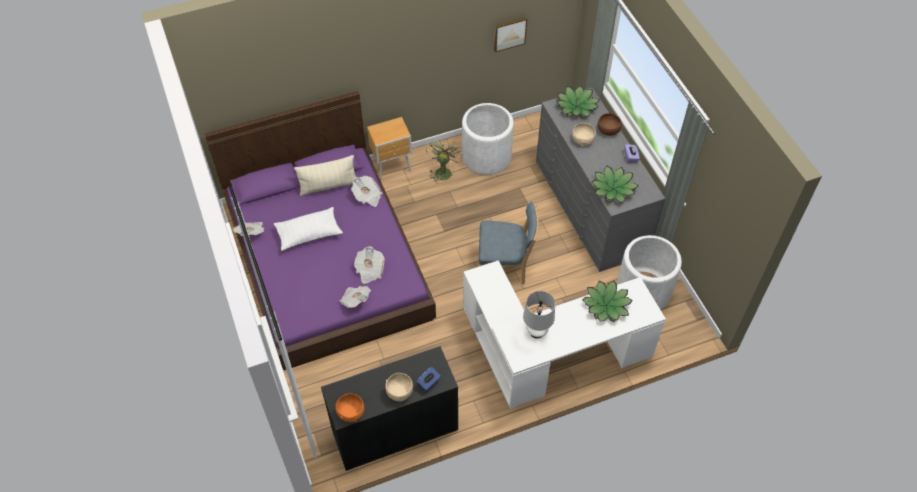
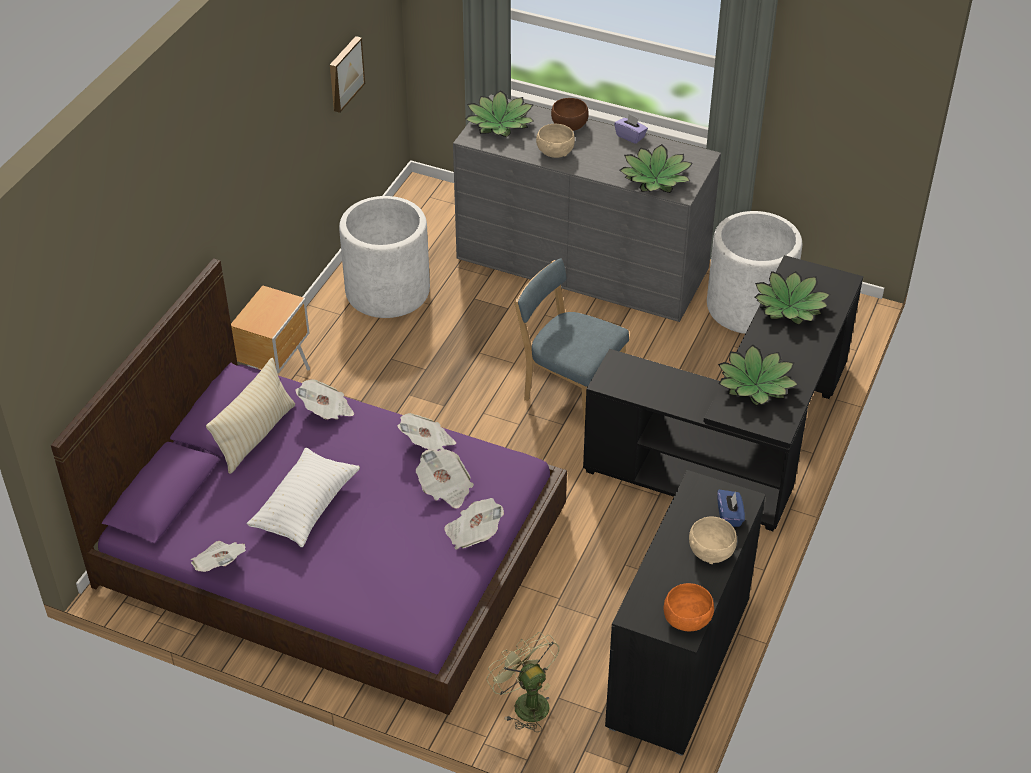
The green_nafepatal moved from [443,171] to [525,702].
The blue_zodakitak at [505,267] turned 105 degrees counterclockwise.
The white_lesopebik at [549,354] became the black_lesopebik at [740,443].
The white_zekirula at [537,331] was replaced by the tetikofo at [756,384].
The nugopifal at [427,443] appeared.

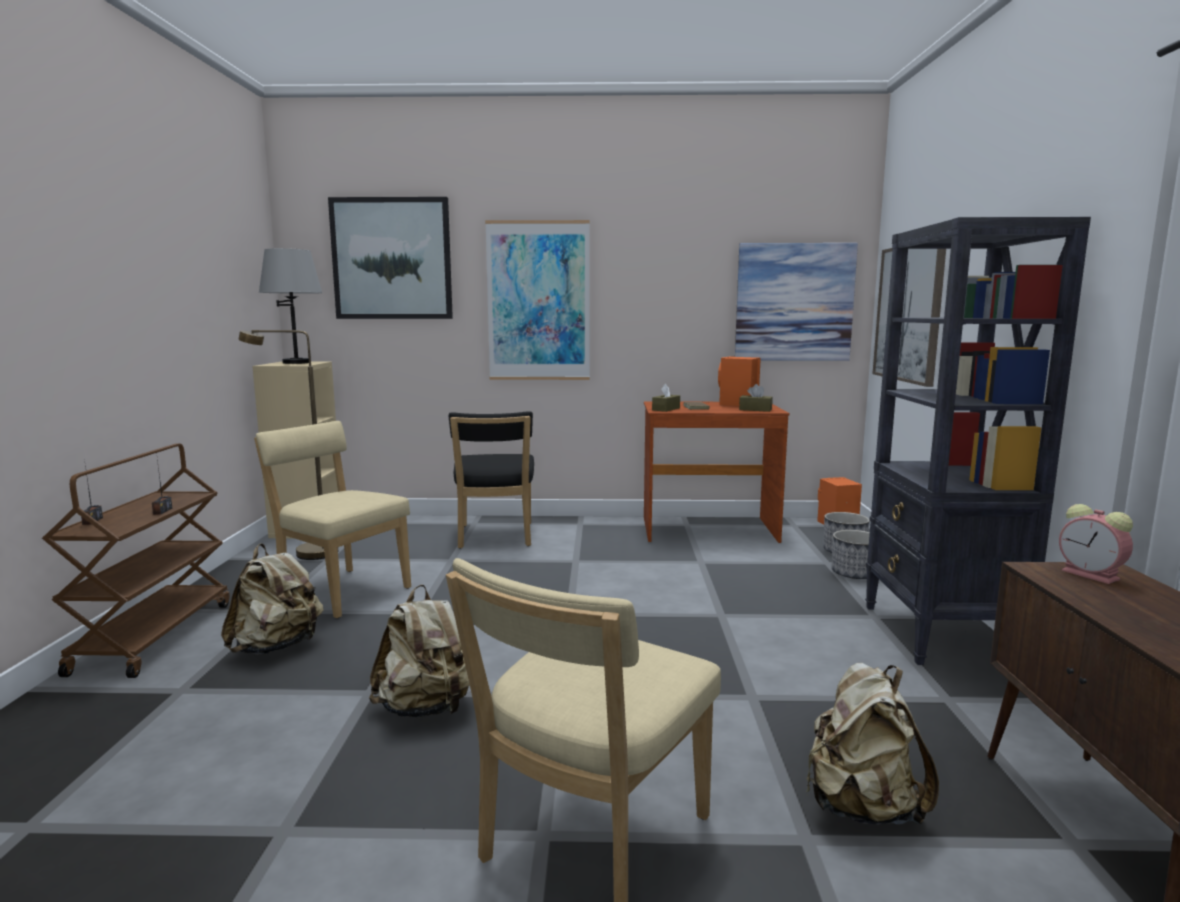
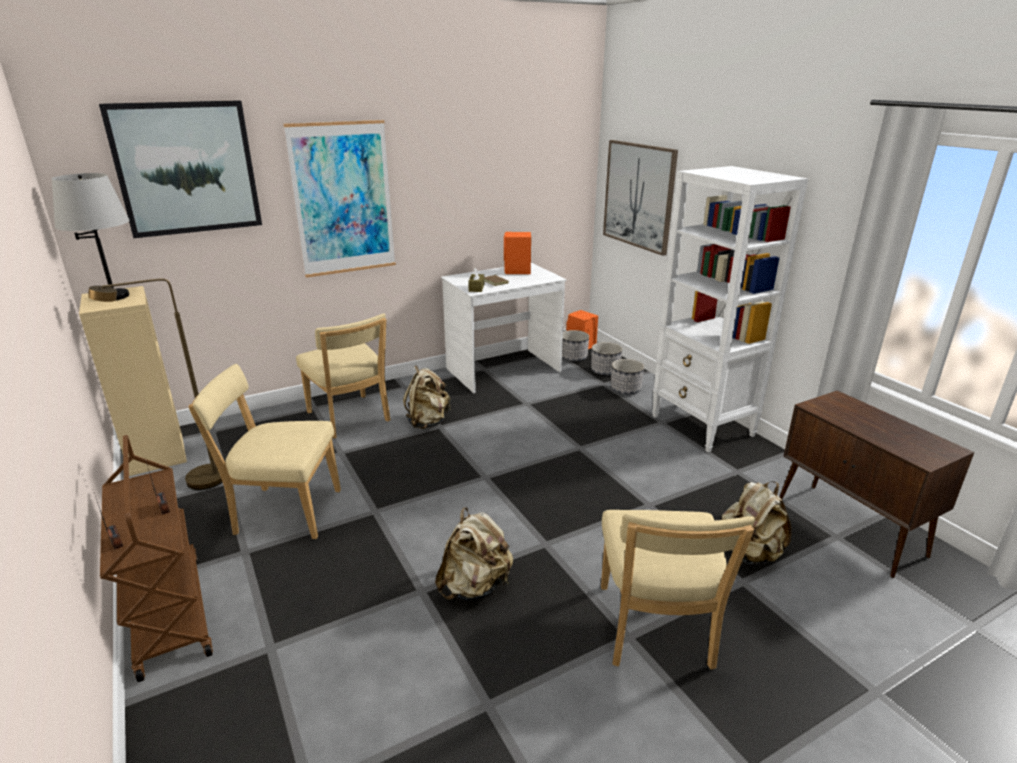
The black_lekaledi at [939,634] became the white_lekaledi at [702,426].
The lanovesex at [794,302] disappeared.
The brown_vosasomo at [755,409] disappeared.
The brown_lesopebik at [708,530] became the white_lesopebik at [503,370].
The black_zodakitak at [495,537] became the beige_zodakitak at [350,419].
The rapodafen at [1093,575] disappeared.
The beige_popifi moved from [277,647] to [428,422].
The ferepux at [573,357] appeared.

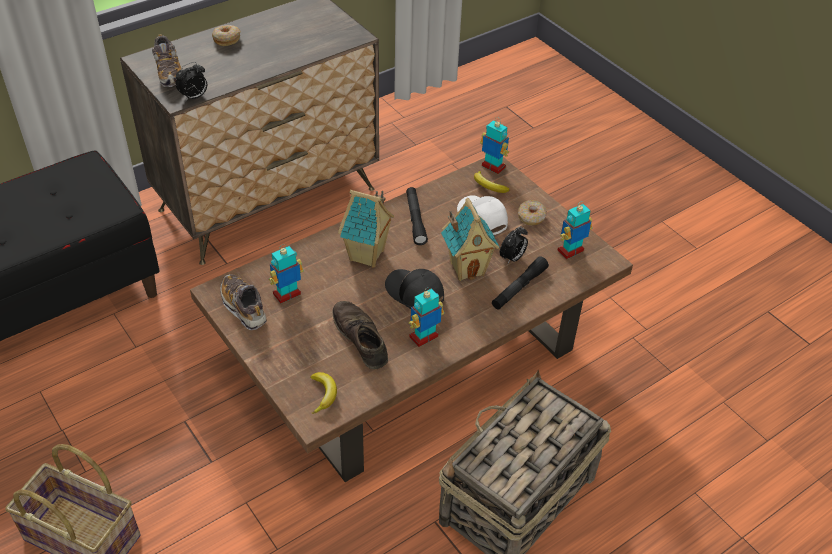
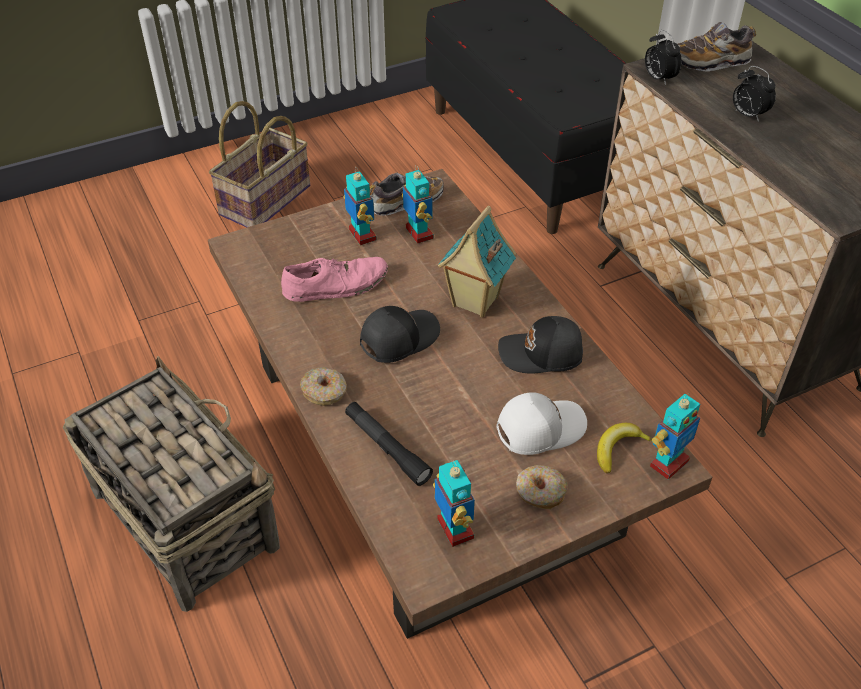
The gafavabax moved from [226,39] to [325,391].
The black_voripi at [415,220] was replaced by the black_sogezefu at [541,355].
The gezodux at [467,268] disappeared.
The rapodafen moved from [512,258] to [747,115].
The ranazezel moved from [424,337] to [362,235].
The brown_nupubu at [360,338] became the pink_nupubu at [336,285].
The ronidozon at [323,394] disappeared.

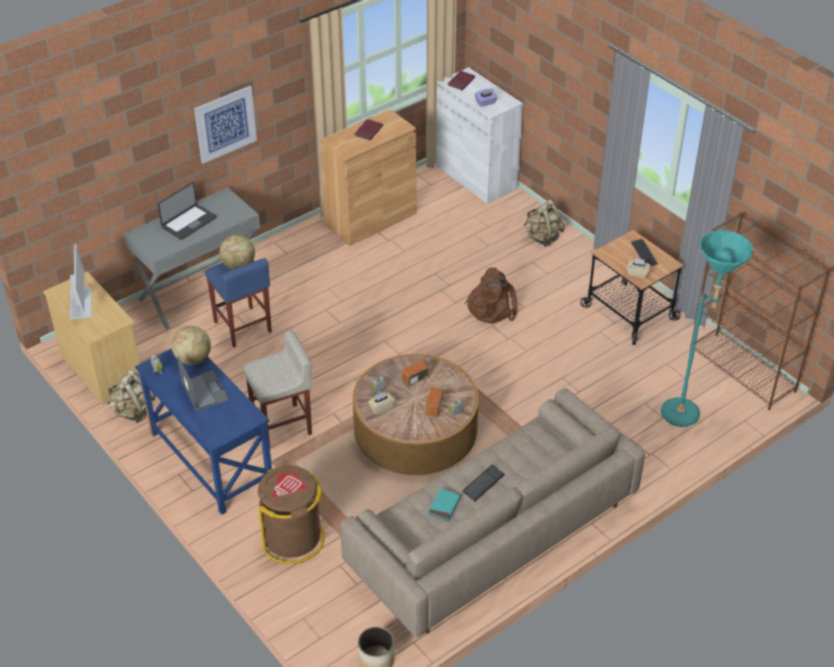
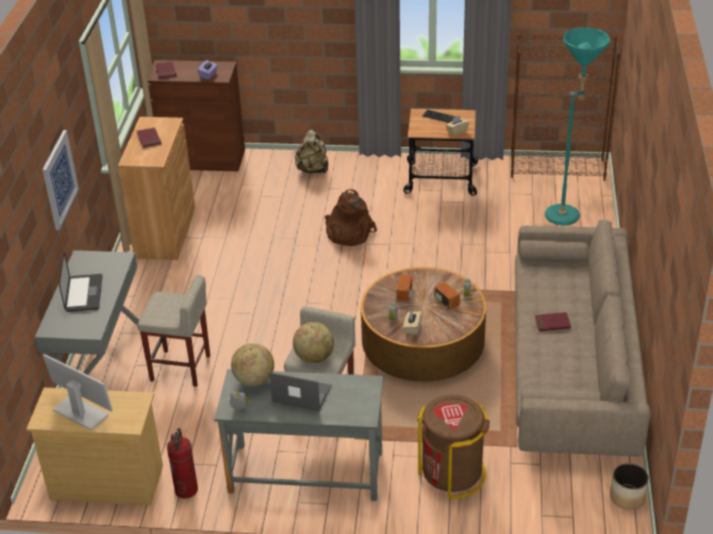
The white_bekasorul at [476,177] became the brown_bekasorul at [202,159].
The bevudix moved from [239,265] to [314,357].
The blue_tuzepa at [243,327] became the beige_tuzepa at [181,368].
The blue_lesopebik at [210,459] became the grey_lesopebik at [305,472].
The beige_popifi at [133,411] was replaced by the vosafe at [186,490].
The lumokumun at [483,484] was replaced by the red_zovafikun at [552,323].
The turquoise_zovafikun at [444,506] disappeared.

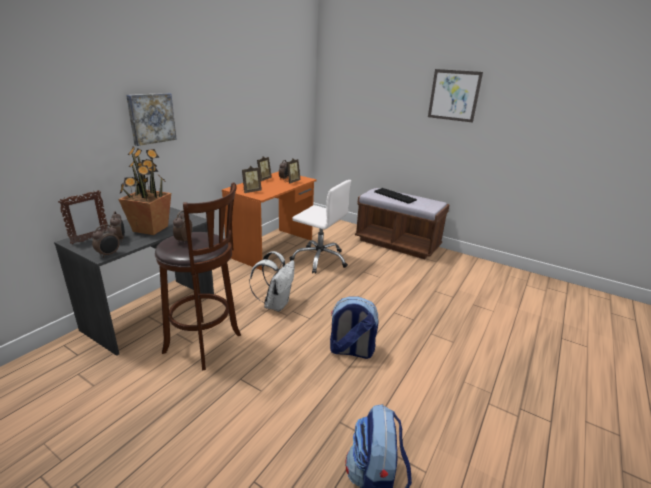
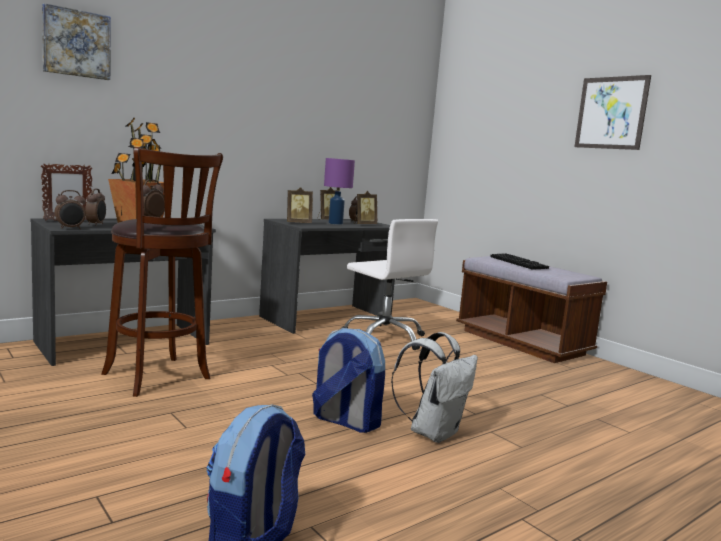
The lanovesex moved from [151,118] to [76,43].
The orange_lesopebik at [272,248] became the grey_lesopebik at [327,318].
The white_popifi moved from [276,304] to [433,432].
The purple_zekirula at [335,223] appeared.

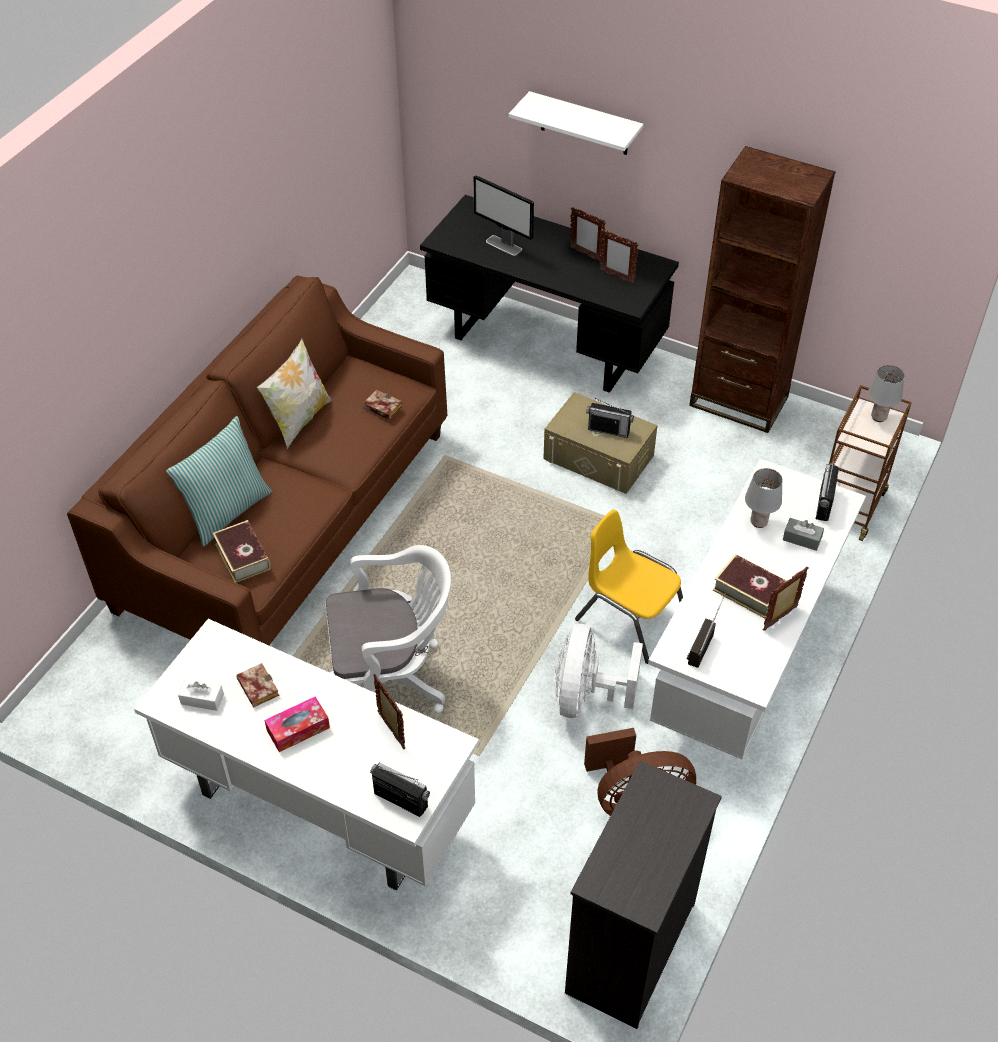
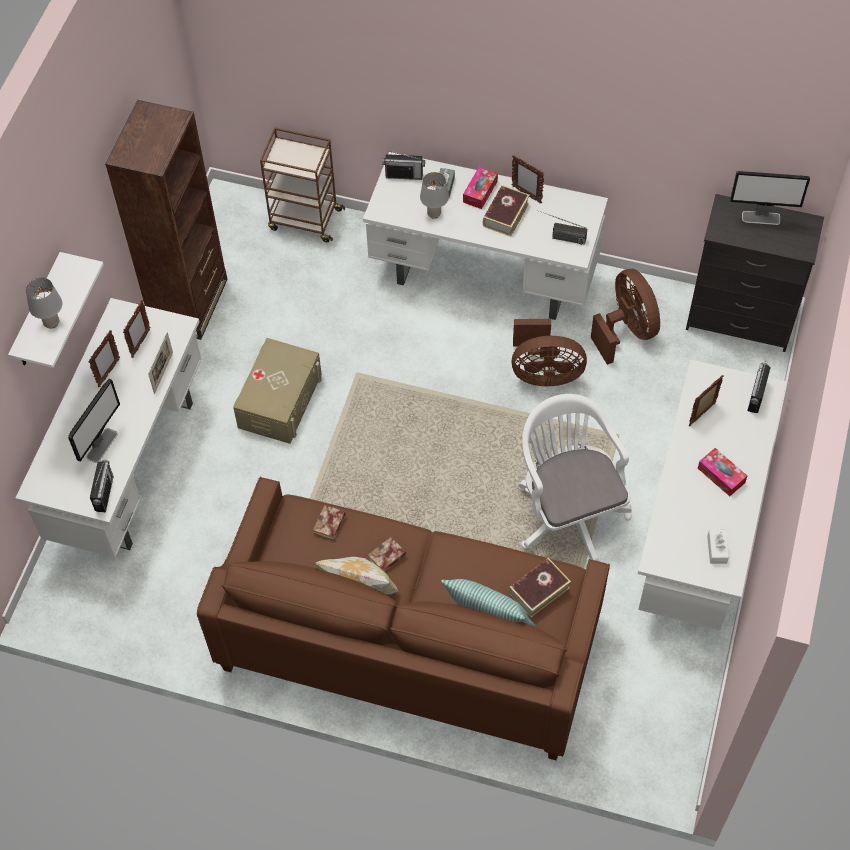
The black_lesopebik at [546,345] became the white_lesopebik at [130,466].
The grey_zekirula moved from [879,417] to [52,322].
The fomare moved from [609,430] to [104,494].
The yellow_zodakitak at [630,618] disappeared.
The white_nafepatal at [586,696] became the brown_nafepatal at [544,373].
The zovafikun moved from [256,687] to [386,558].
The vosasomo at [480,192] appeared.
The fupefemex at [761,218] appeared.
The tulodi at [163,373] appeared.

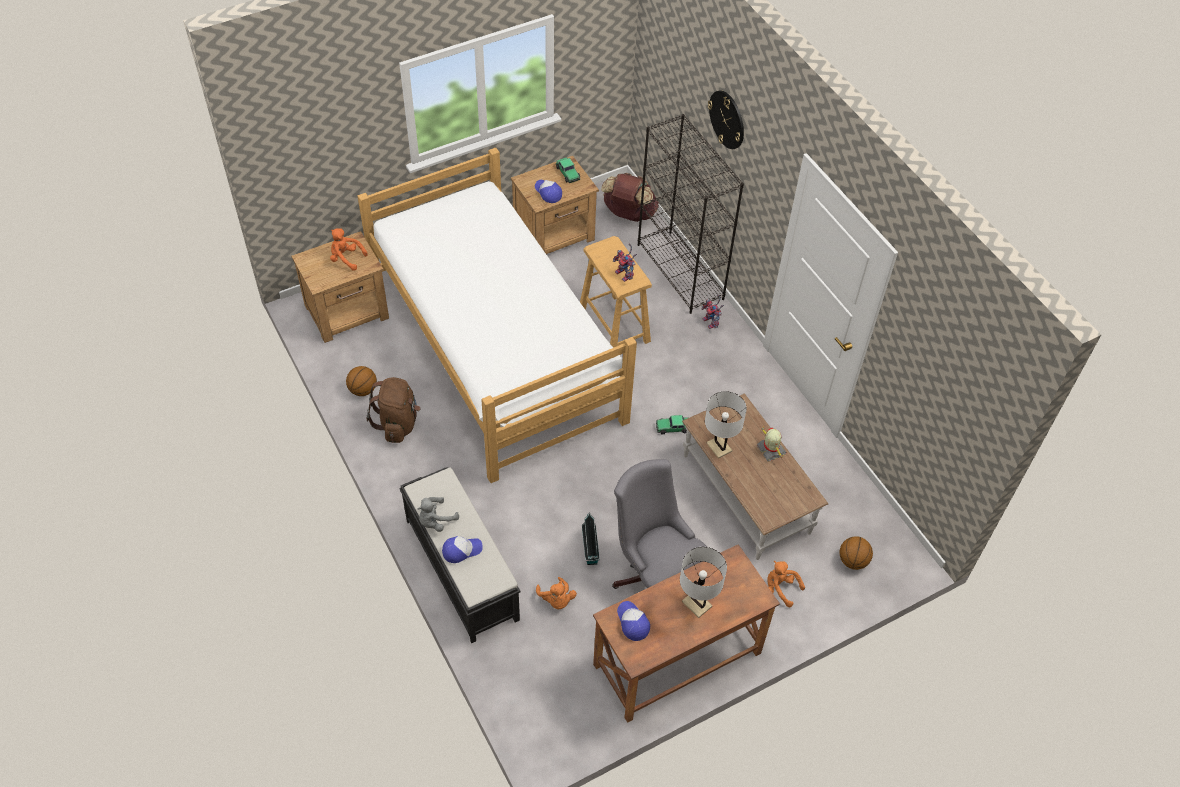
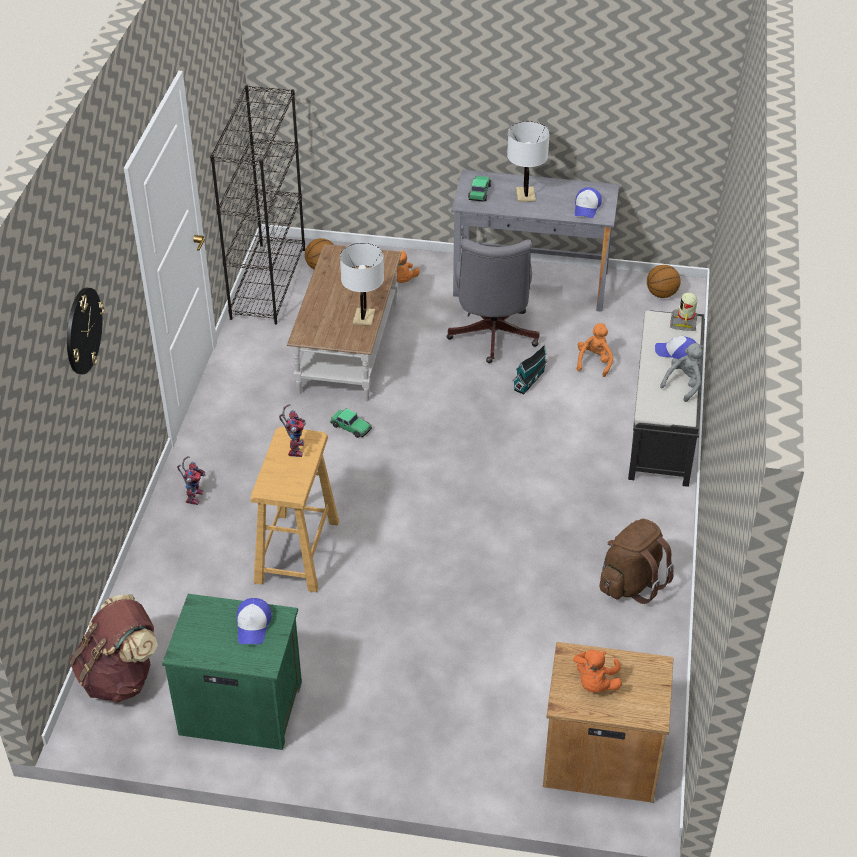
The black_lekaledi moved from [680,272] to [268,283].
The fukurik at [496,348] disappeared.
The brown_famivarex at [555,234] became the green_famivarex at [239,706].
The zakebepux moved from [568,173] to [479,192].
The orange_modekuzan at [346,258] turned 45 degrees clockwise.
The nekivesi moved from [363,390] to [661,294].
The ranazezel moved from [770,450] to [684,322].
The grey_modekuzan at [435,521] turned 45 degrees counterclockwise.
The brown_lesopebik at [677,659] became the grey_lesopebik at [531,283].

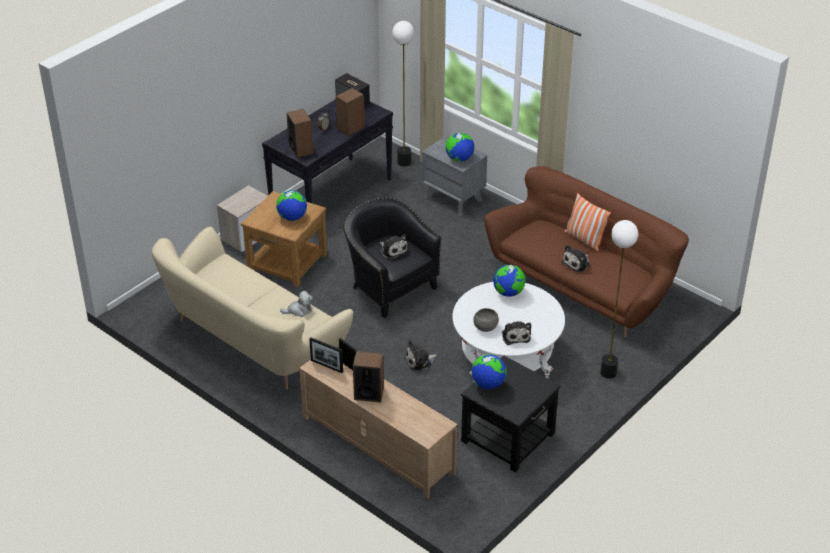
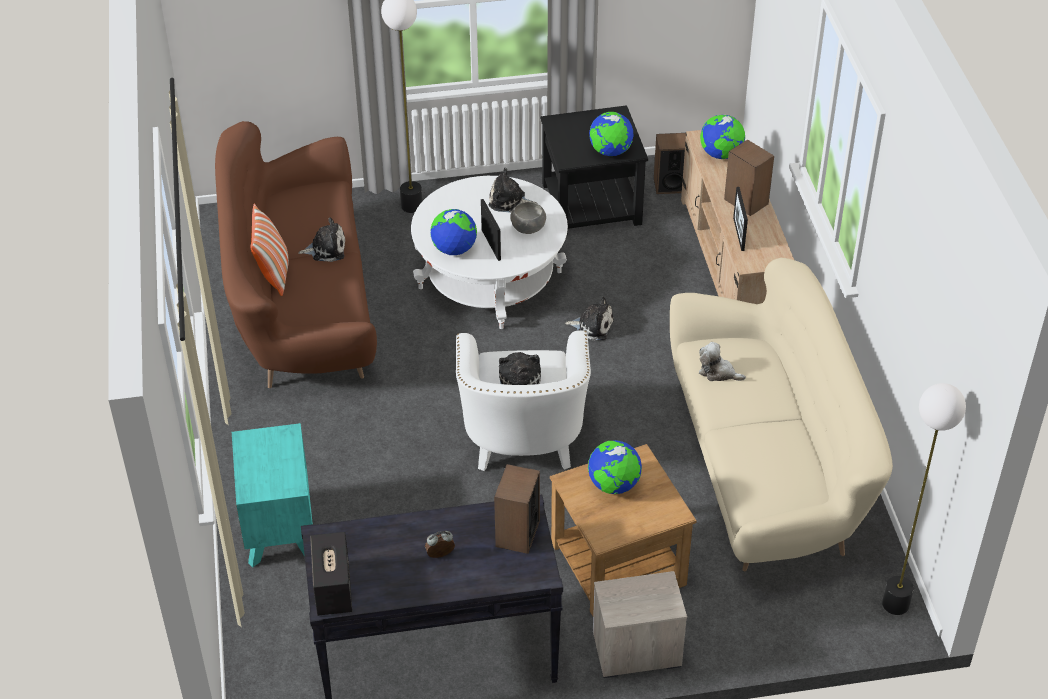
The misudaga moved from [404,162] to [896,603].
The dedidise moved from [351,128] to [670,185].
The bevudix moved from [459,159] to [721,154].
The grey_famivarex at [454,199] became the turquoise_famivarex at [279,528].
The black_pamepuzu at [389,287] became the white_pamepuzu at [523,441].
The modekuzan at [515,335] turned 105 degrees counterclockwise.
The tulodi moved from [327,366] to [491,245].

